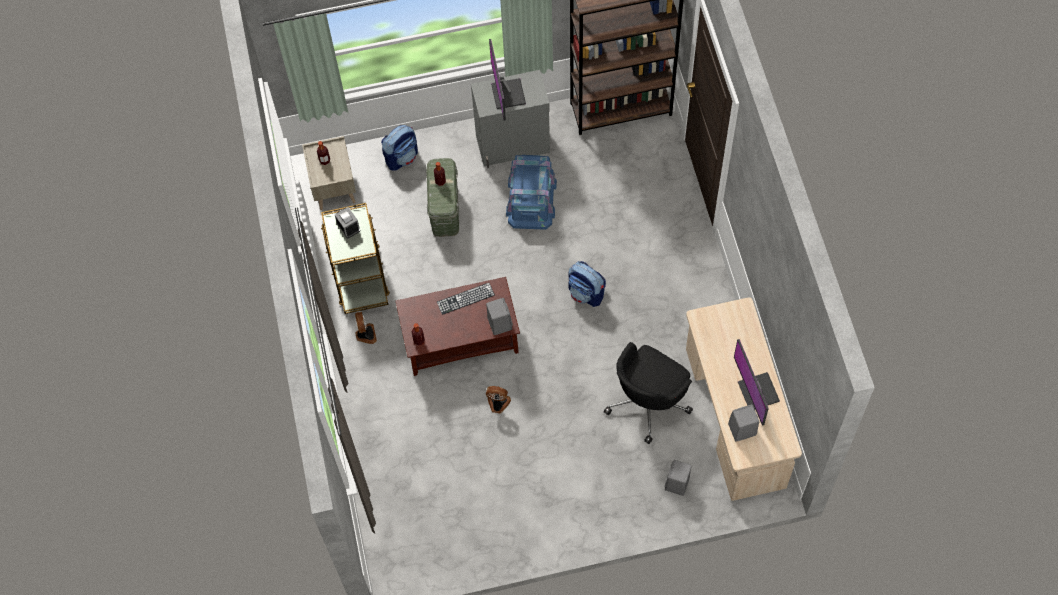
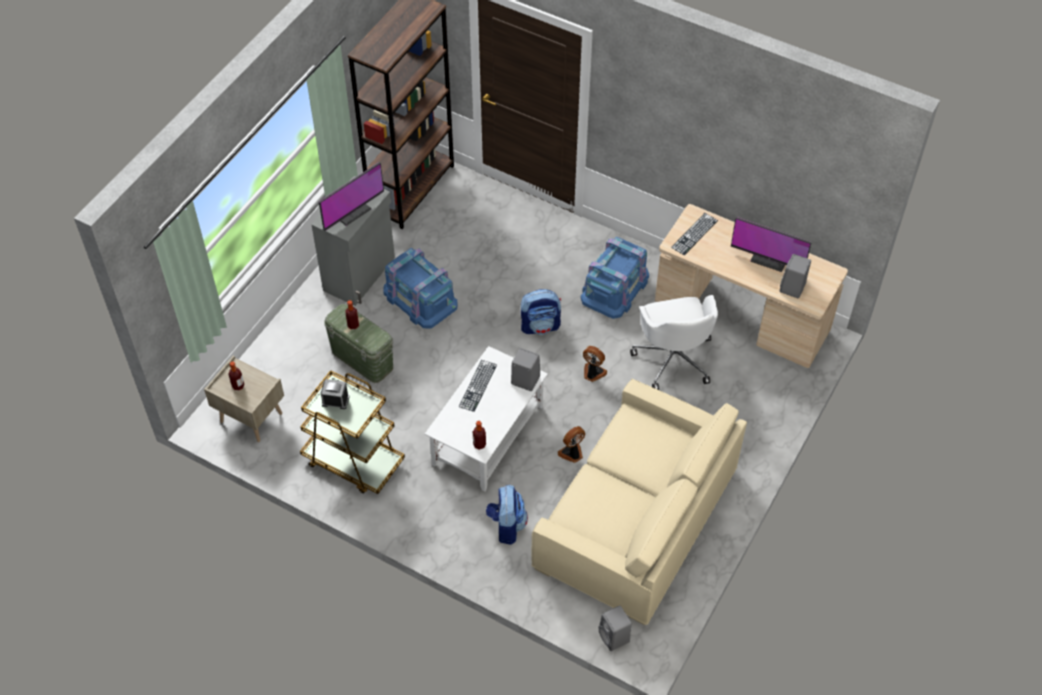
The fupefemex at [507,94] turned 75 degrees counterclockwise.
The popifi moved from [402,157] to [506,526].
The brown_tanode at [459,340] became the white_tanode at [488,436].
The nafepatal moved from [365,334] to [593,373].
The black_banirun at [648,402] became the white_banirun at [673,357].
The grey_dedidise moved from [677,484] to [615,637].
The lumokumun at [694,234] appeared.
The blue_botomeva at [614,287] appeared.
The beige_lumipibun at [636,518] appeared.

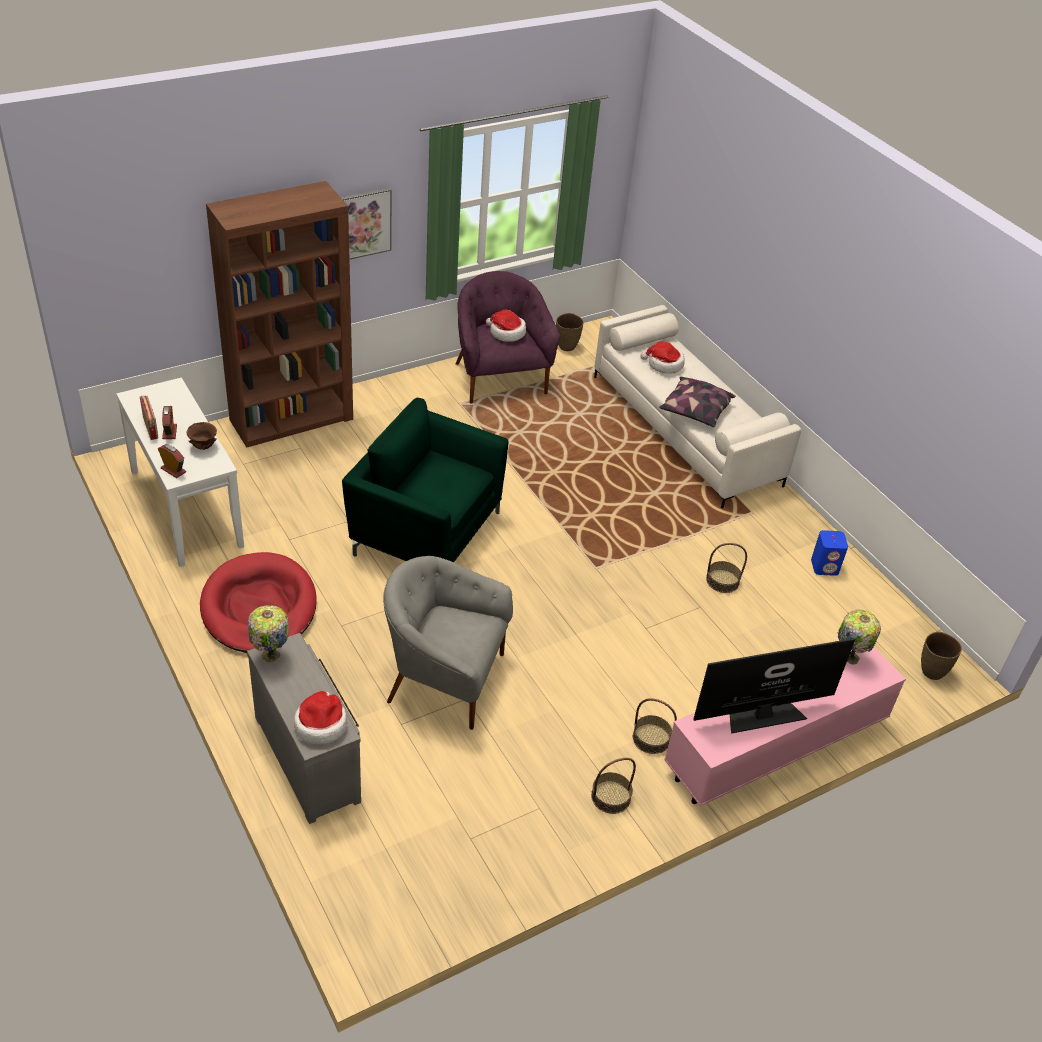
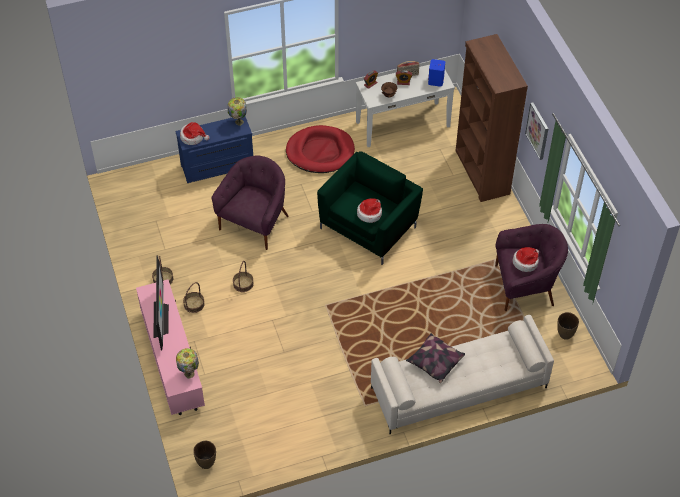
The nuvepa moved from [664,364] to [369,213].
The blue_dedidise moved from [825,566] to [436,81].
The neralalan moved from [722,581] to [243,284].
The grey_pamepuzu at [444,678] became the purple_pamepuzu at [255,222].
The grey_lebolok at [310,757] became the blue_lebolok at [218,167].

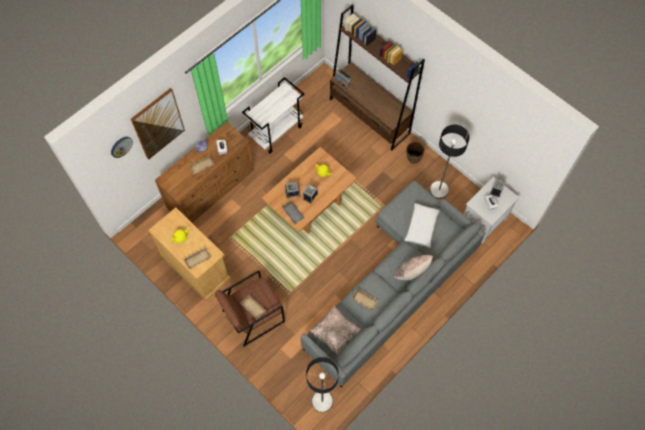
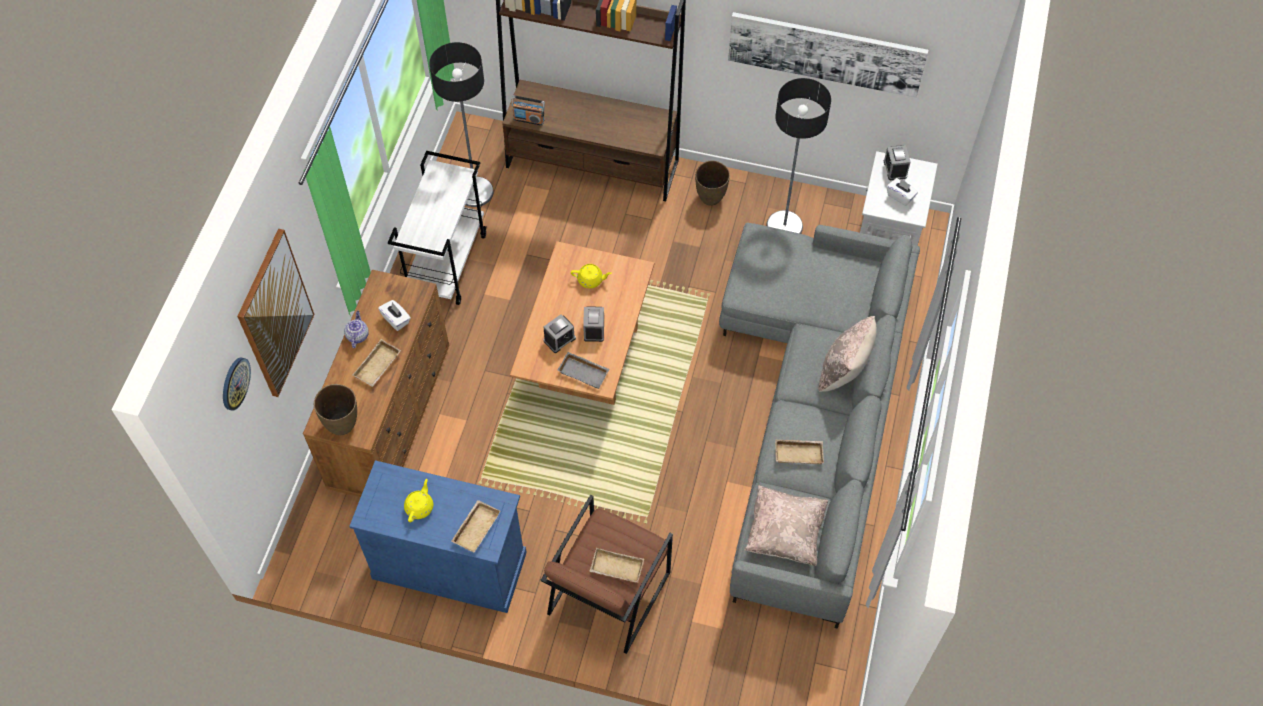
The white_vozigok at [421,227] disappeared.
The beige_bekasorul at [195,267] became the blue_bekasorul at [450,564].
The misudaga moved from [322,401] to [475,192].
The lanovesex at [826,53] appeared.
The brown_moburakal at [342,424] appeared.

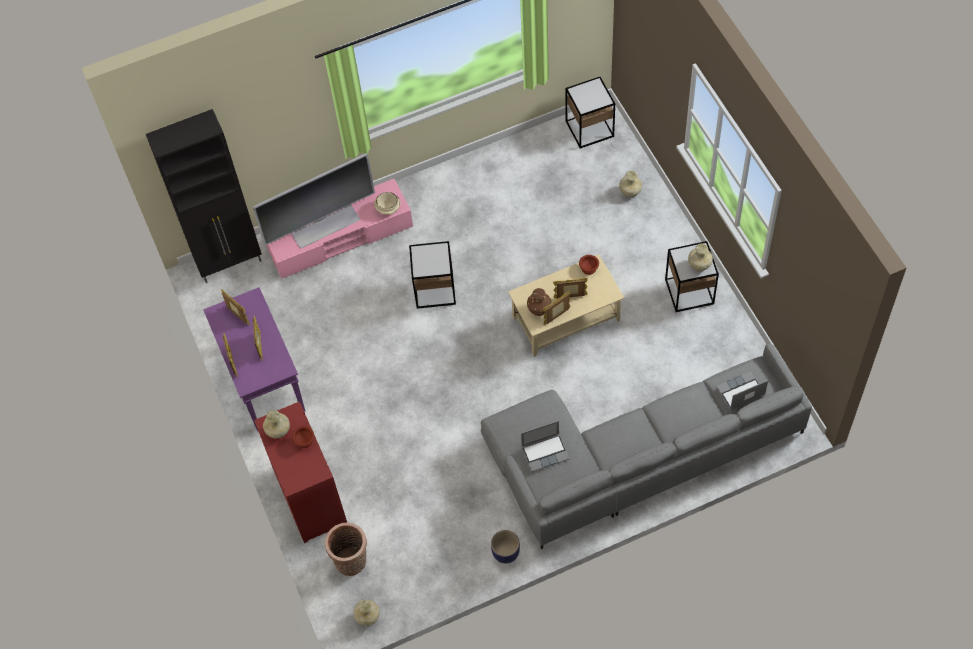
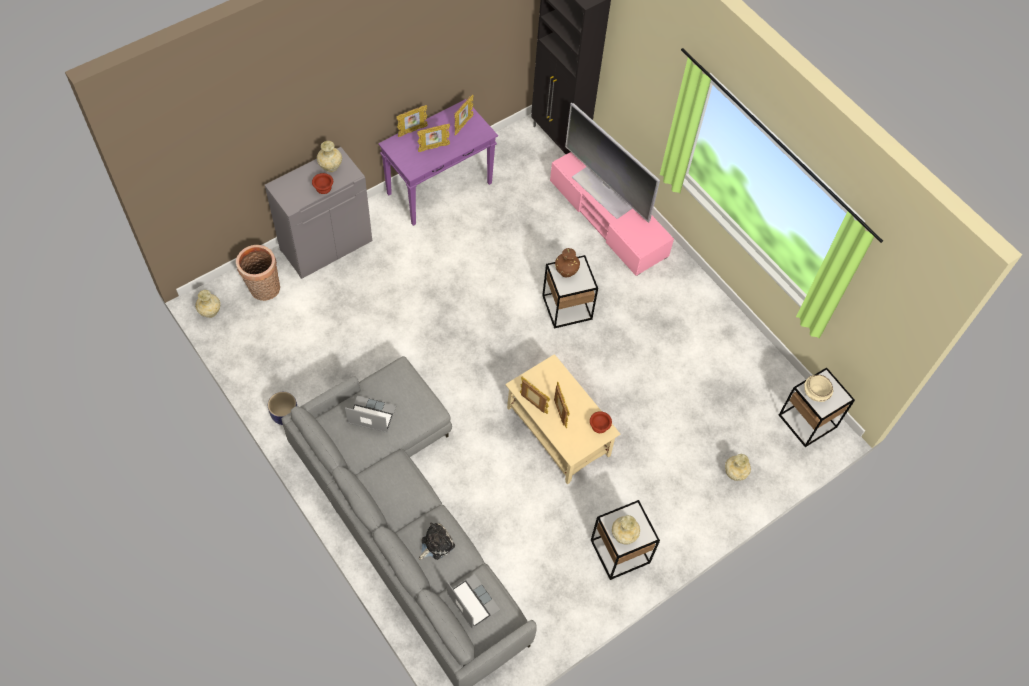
The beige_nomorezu moved from [387,209] to [815,392].
The brown_moburakal moved from [539,309] to [566,271].
The red_bekasorul at [309,496] became the grey_bekasorul at [326,245].
The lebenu at [545,452] turned 135 degrees clockwise.
The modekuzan at [436,544] appeared.

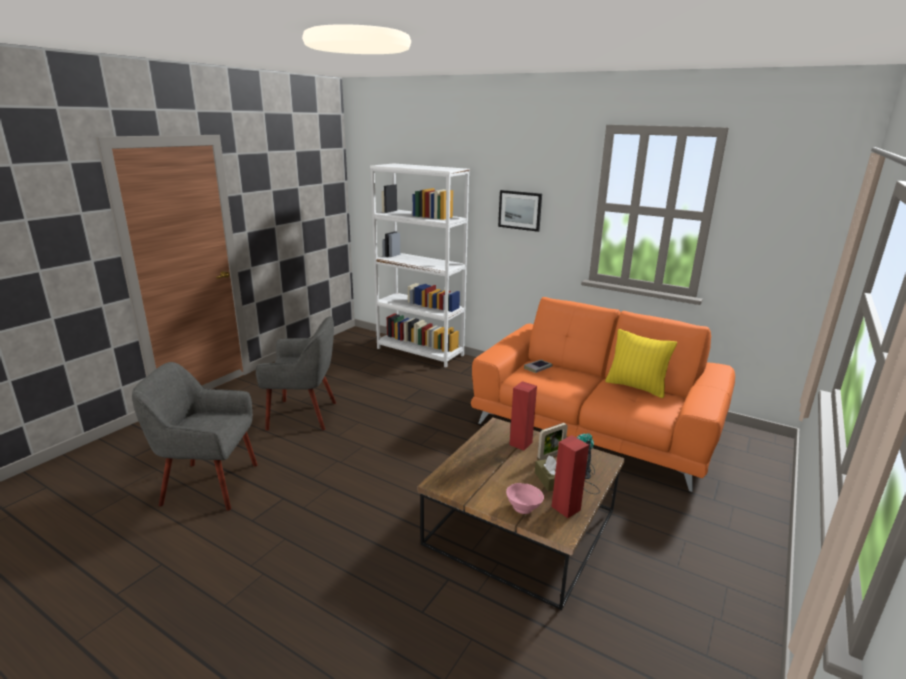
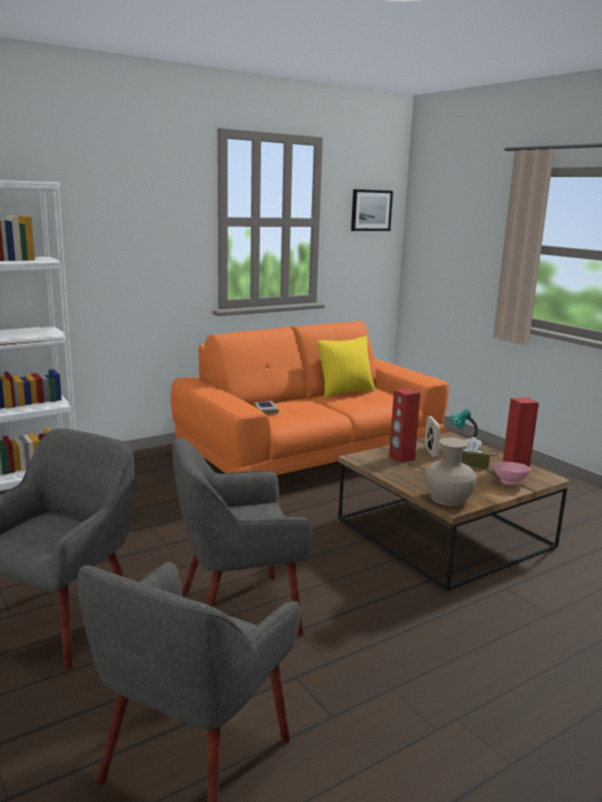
The lanovesex moved from [520,210] to [371,210].
The grey_pamepuzu at [237,611] appeared.
The beige_moburakal at [448,498] appeared.

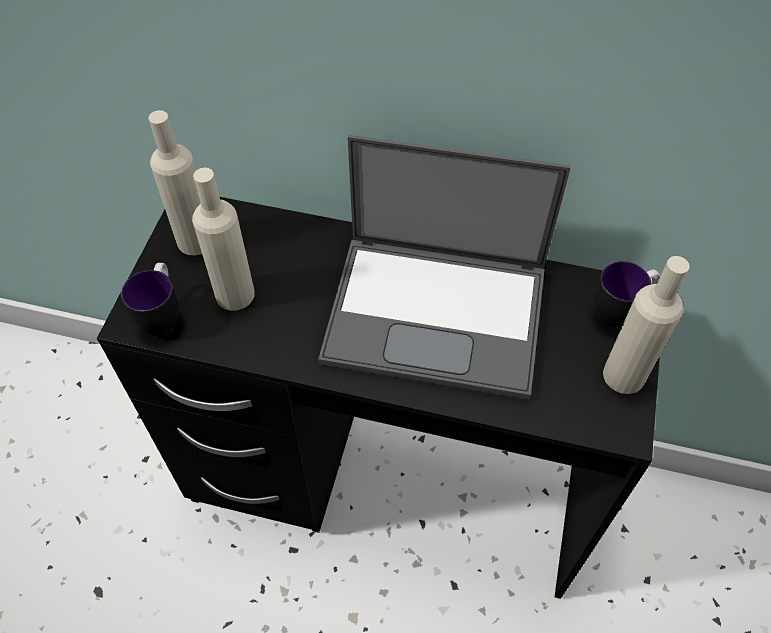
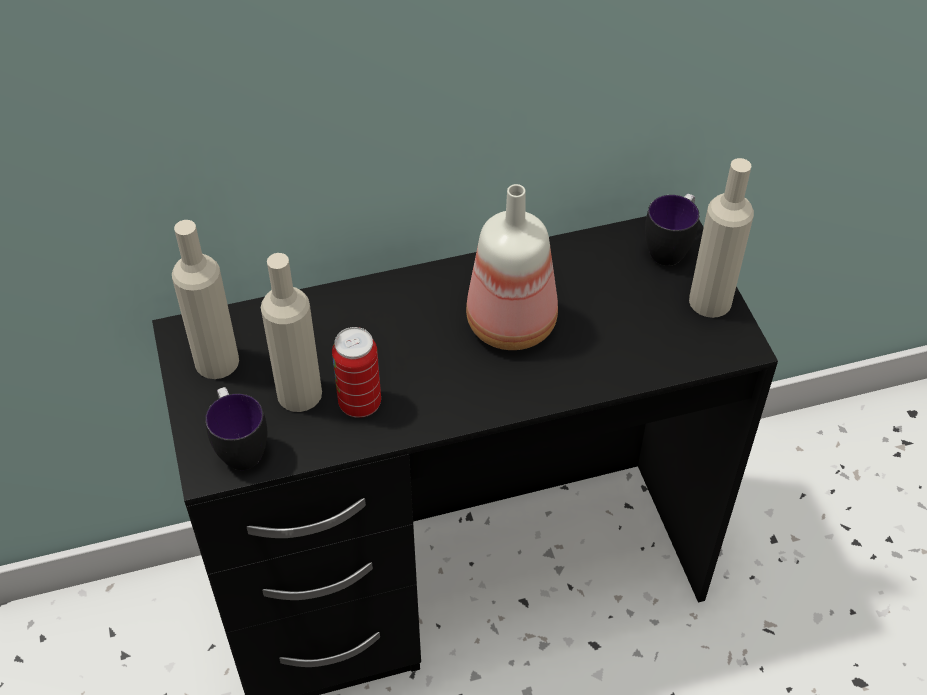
The lebenu at [439,313] was replaced by the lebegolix at [512,321].
The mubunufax at [360,403] appeared.

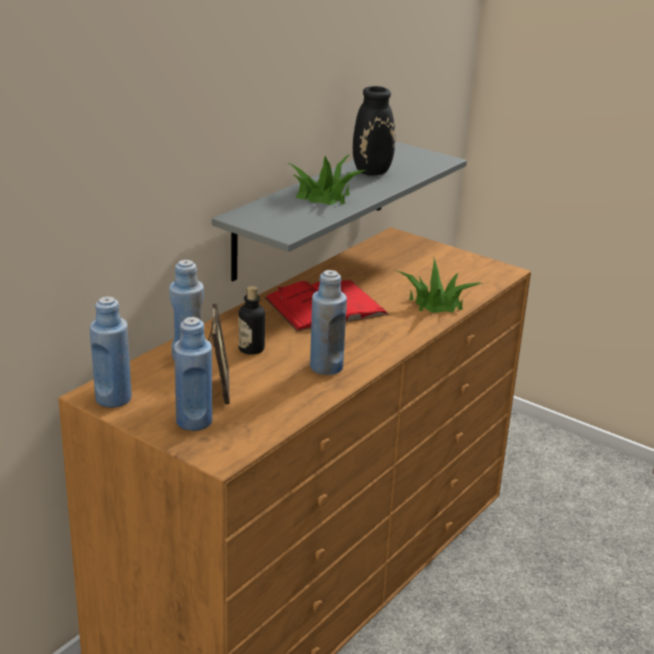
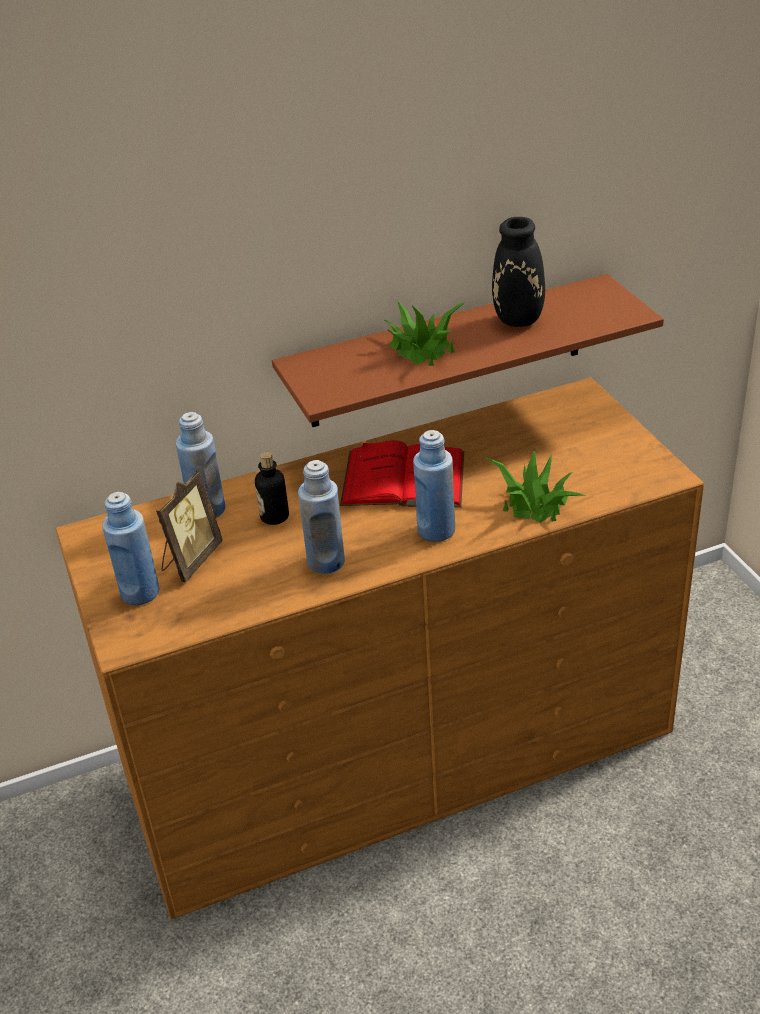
The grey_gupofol at [312,209] became the brown_gupofol at [447,352].
The blue_lebegolix moved from [113,399] to [436,530].

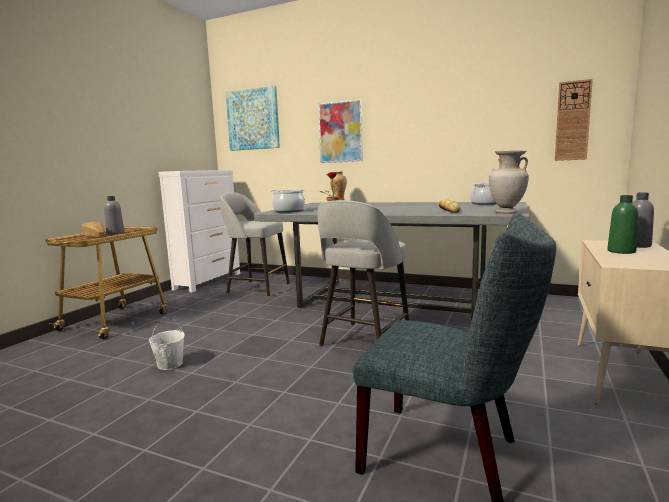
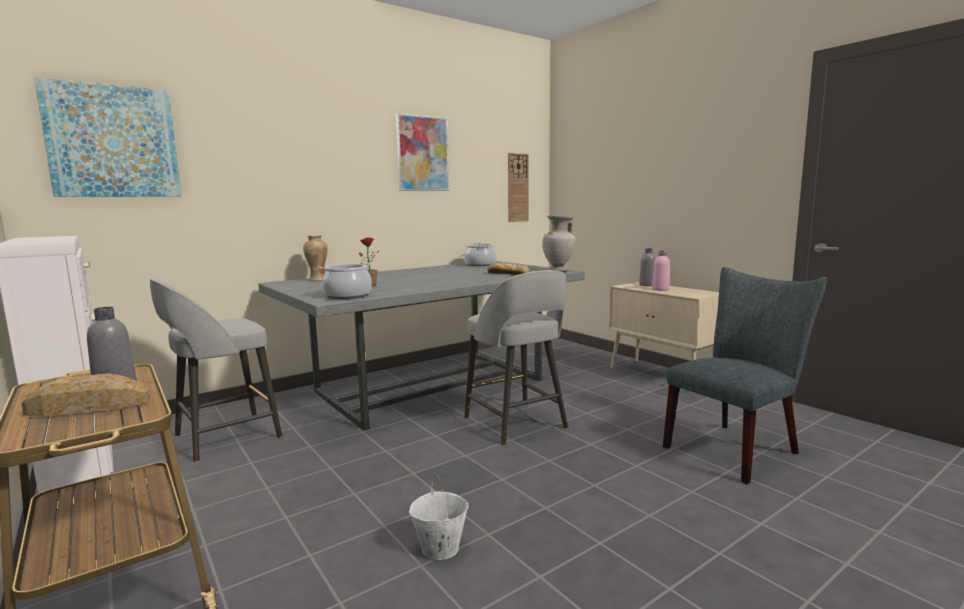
The lanovesex moved from [340,132] to [423,153].
The green_lebegolix at [621,251] became the pink_lebegolix at [660,289].

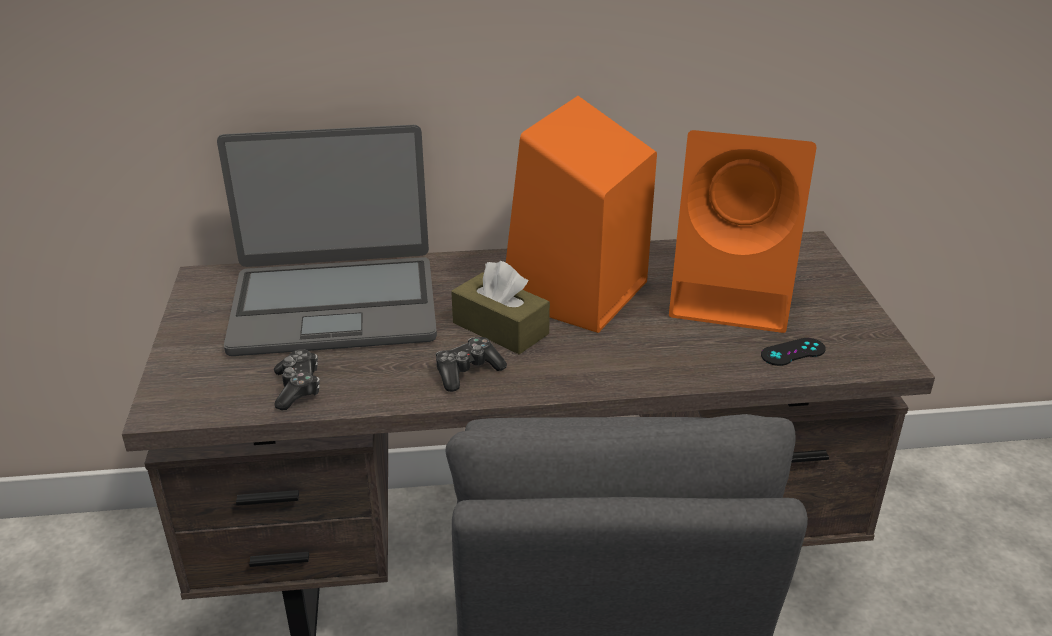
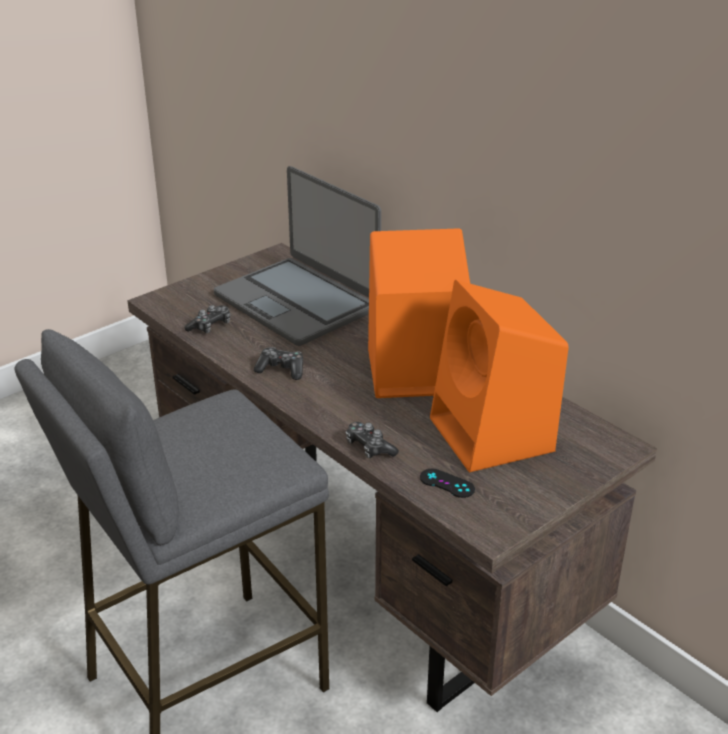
The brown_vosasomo at [500,328] disappeared.
The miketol at [369,447] appeared.

